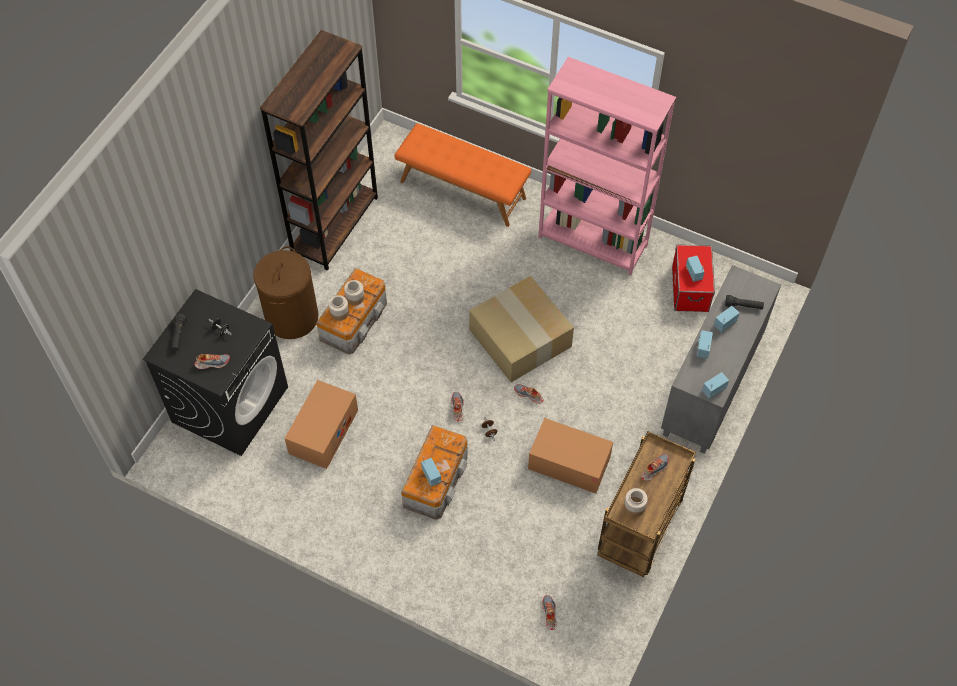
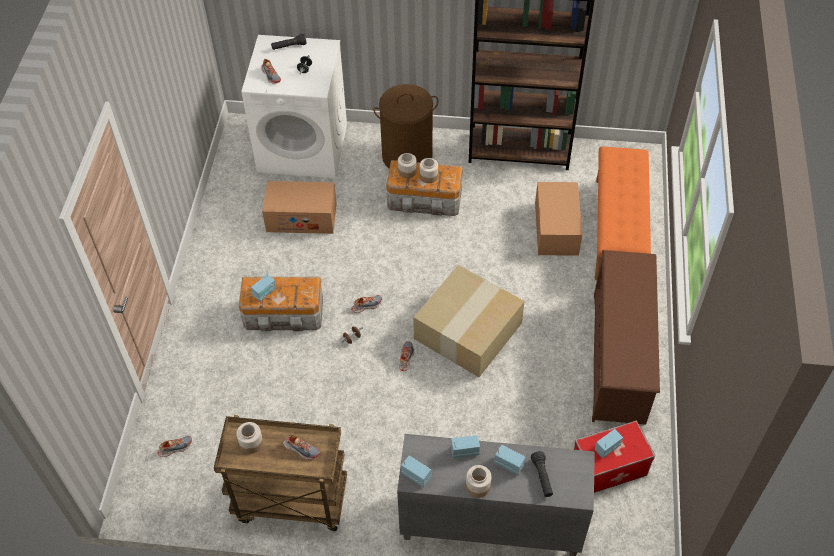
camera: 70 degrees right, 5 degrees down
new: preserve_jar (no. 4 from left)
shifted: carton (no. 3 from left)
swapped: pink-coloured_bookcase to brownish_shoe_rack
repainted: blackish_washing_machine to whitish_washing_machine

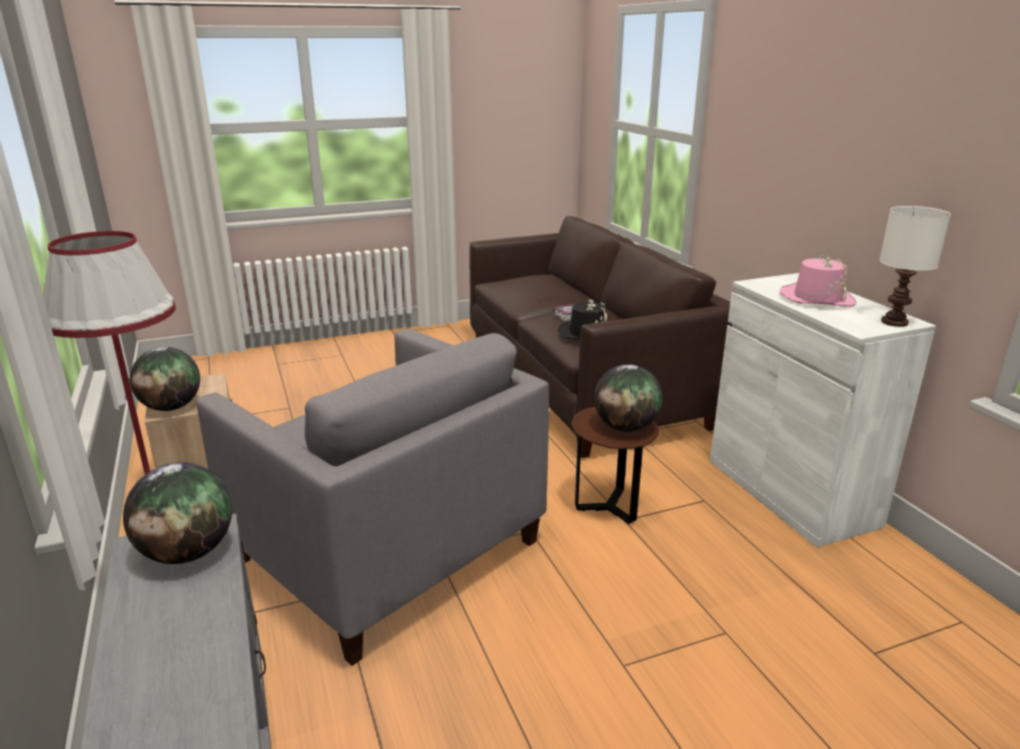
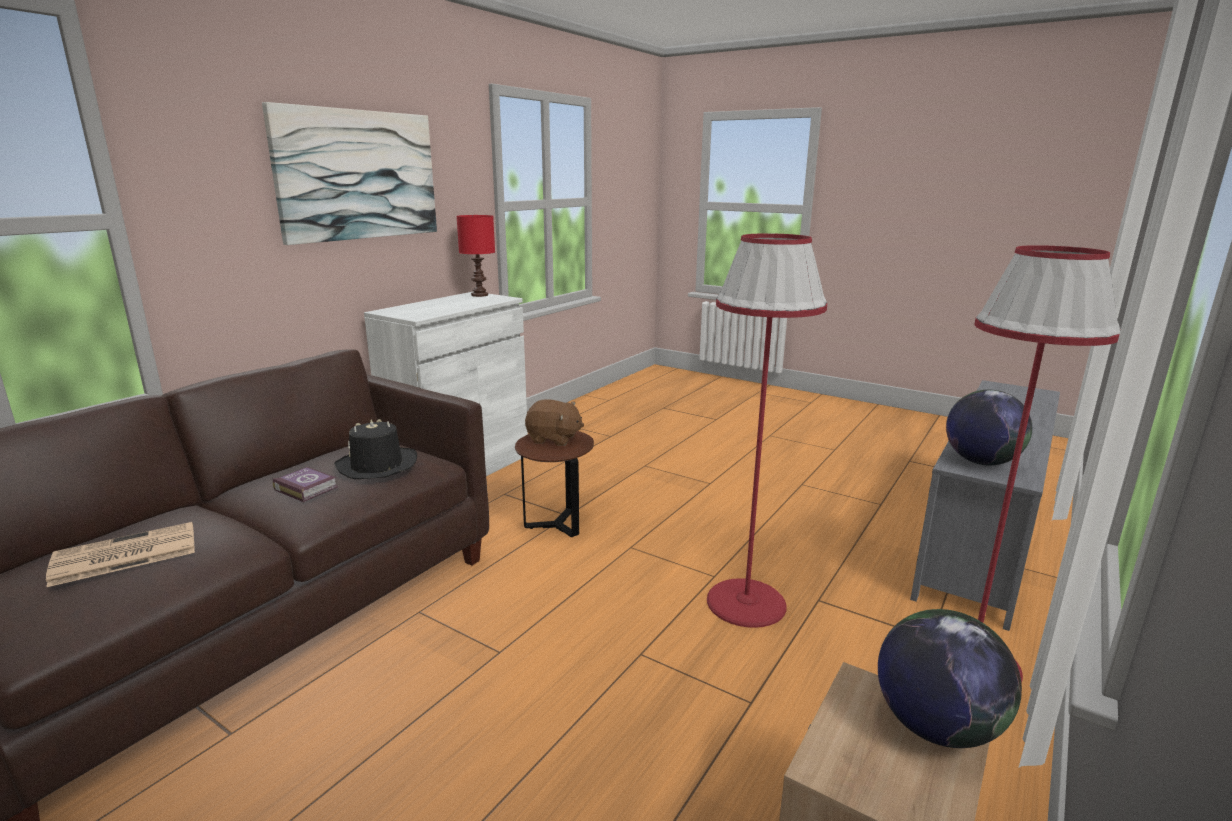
camera: 125 degrees left, 5 degrees down
gone: pink-coloured_wearable_hat
new: newspaper; wall_picture
swapped: globe (no. 3 from left) to brownish_plush_toy; greyish_lounge_chair to red_standard_lamp (no. 1 from left)
repainted: whitish_lamp_for_a_table to red_lamp_for_a_table

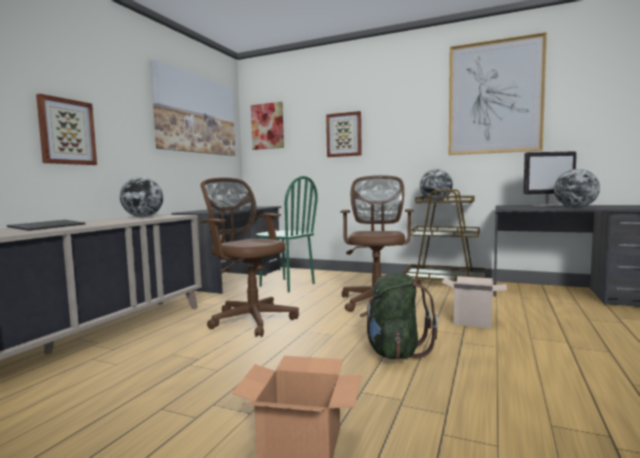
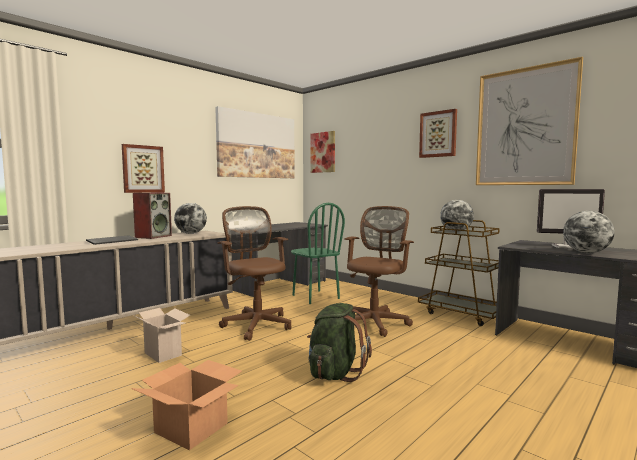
camera: 20 degrees right, 0 degrees up
new: speaker
shifted: carton (no. 2 from left in the first image) to carton (no. 1 from left); wall_picture (no. 4 from left)

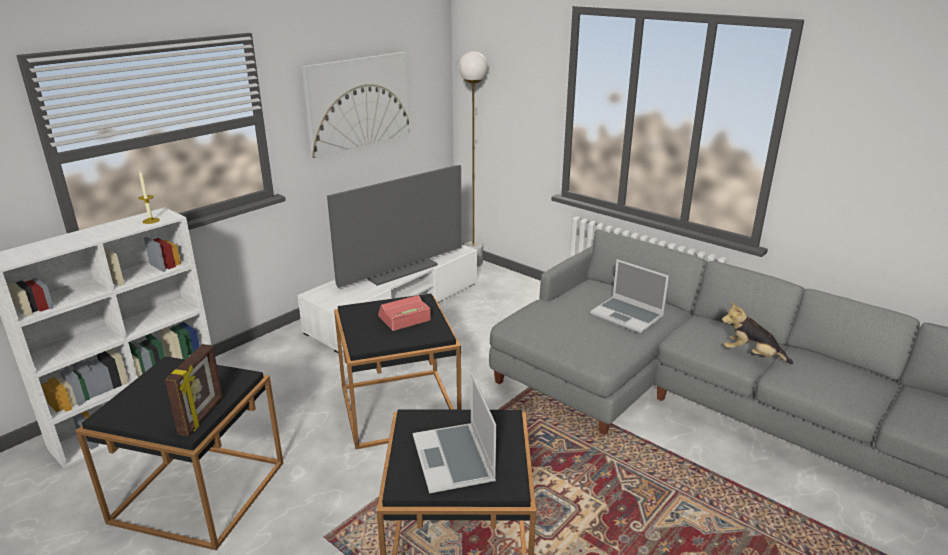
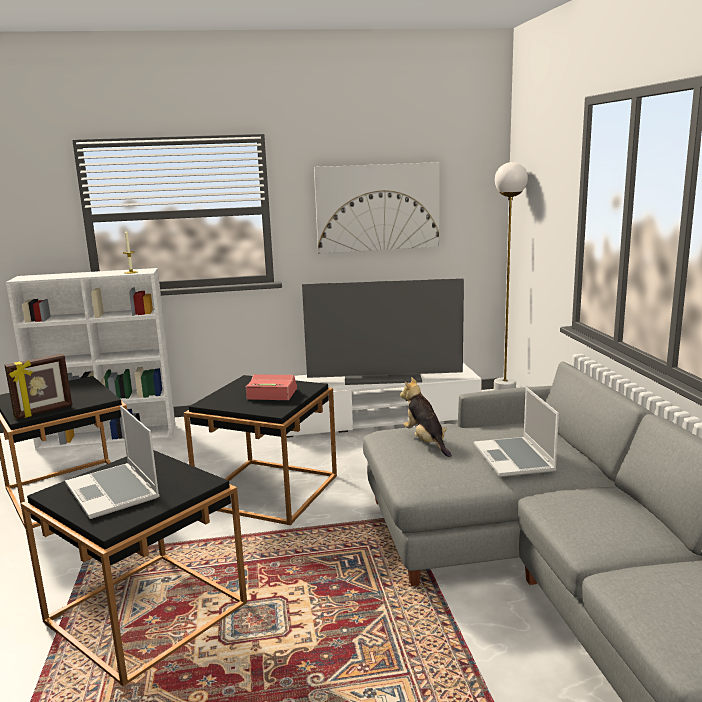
camera: 40 degrees right, 10 degrees down
shifted: plush_toy
rotated: laptop (no. 1 from left) 60 degrees counterclockwise

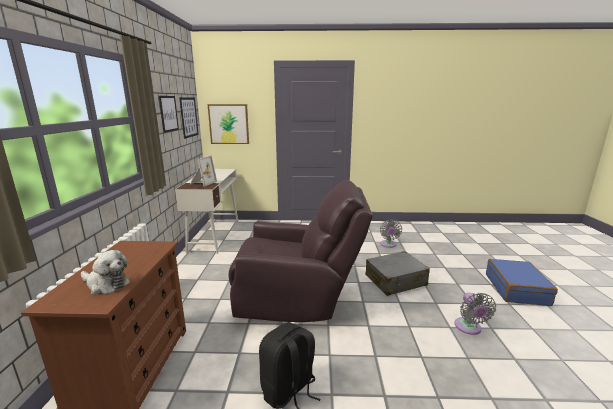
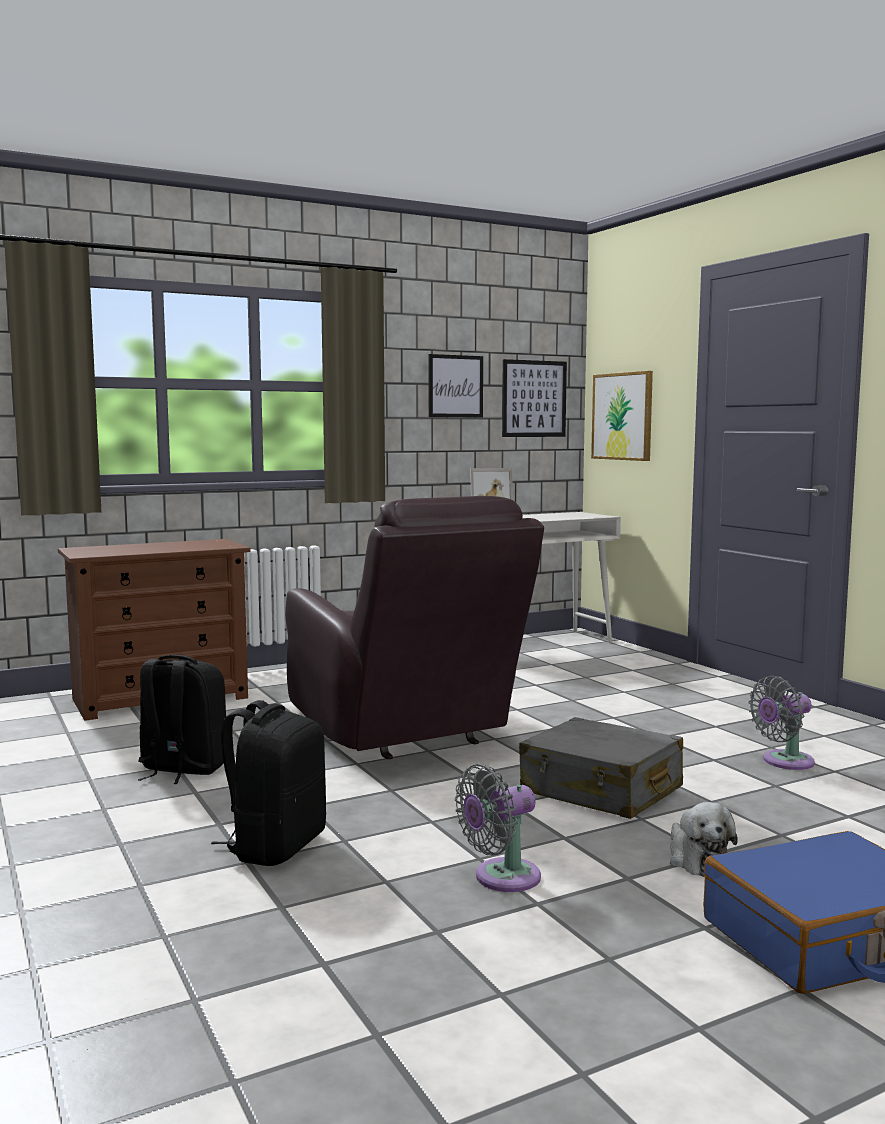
camera: 60 degrees right, 10 degrees down
new: blackish_backpack (no. 2 from left)
shifted: plush_toy

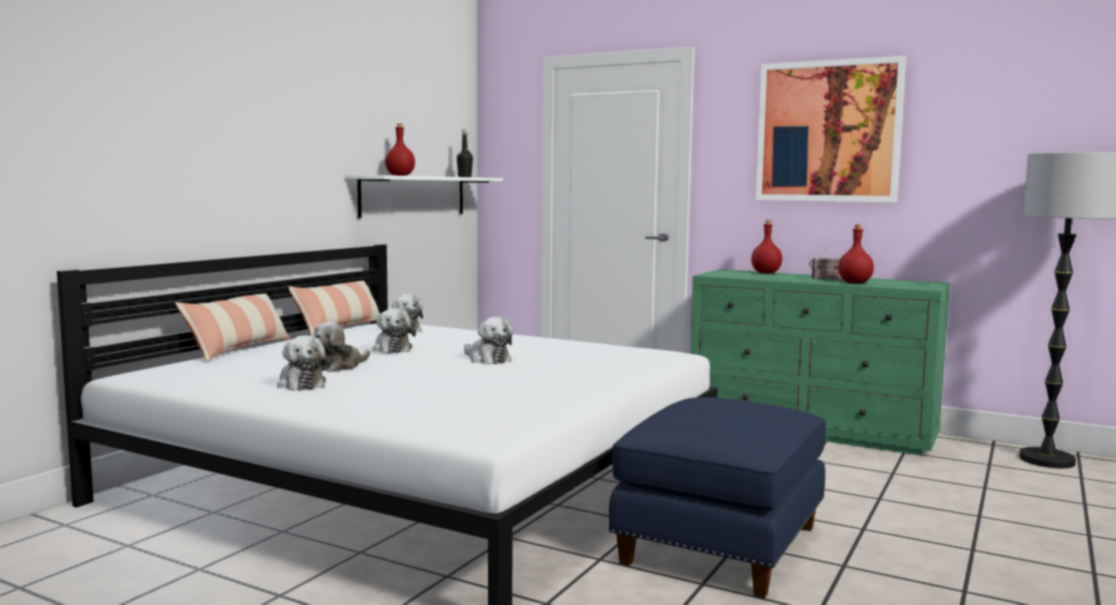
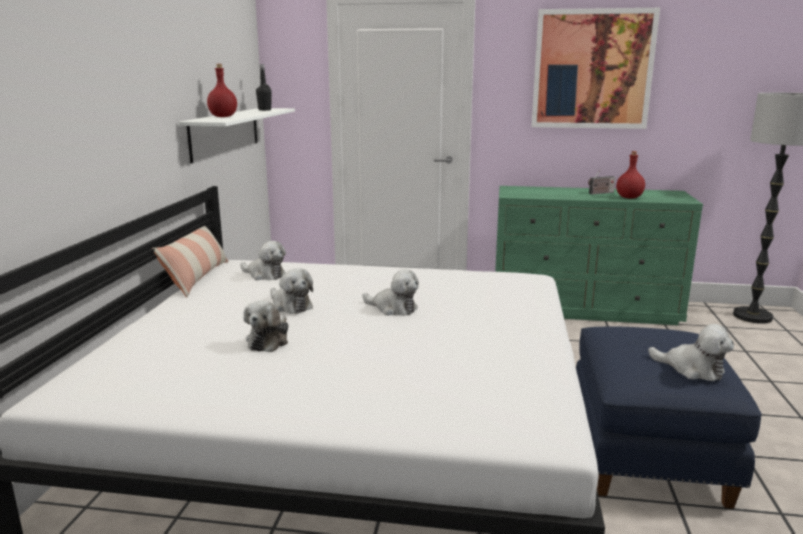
camera: 20 degrees left, 10 degrees up
gone: pillow (no. 1 from left); red_beverage_bottle (no. 2 from left)
shifted: plush_toy (no. 1 from left in the first image) to plush_toy (no. 5 from left)

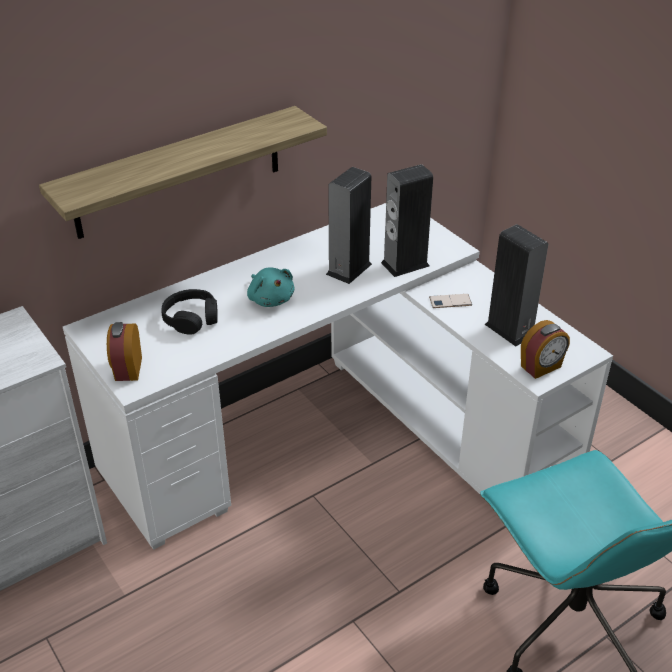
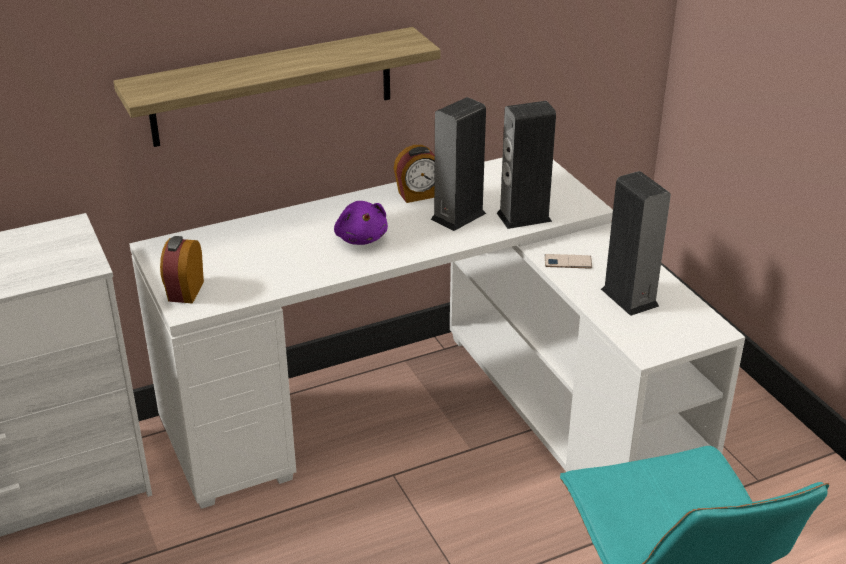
camera: 10 degrees right, 5 degrees down
gone: blackish_pair_of_headphones
shifted: table_clock (no. 2 from left)
repainted: turquoise-coloured_plush_toy to purple-coloured_plush_toy

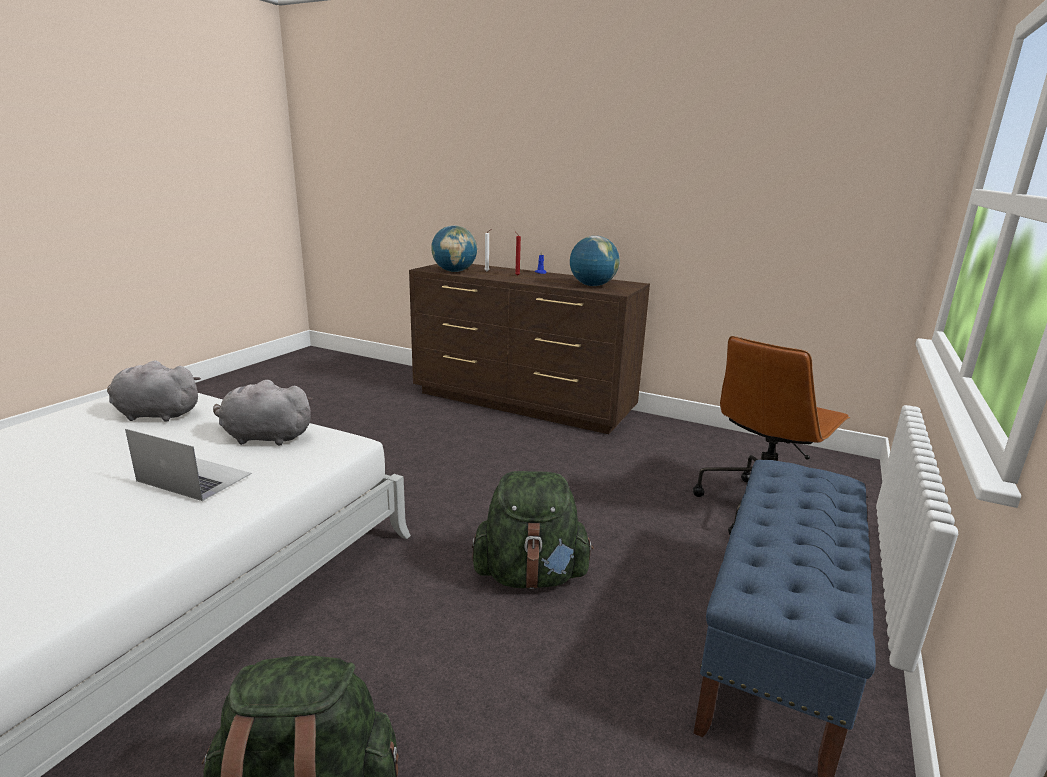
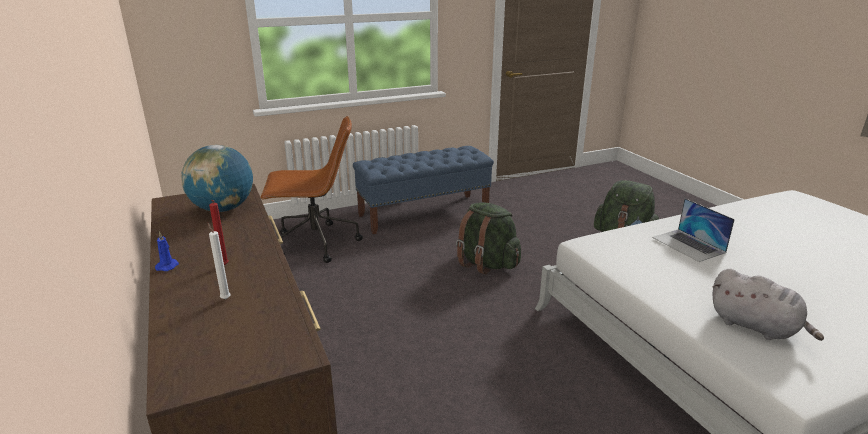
camera: 140 degrees left, 5 degrees up
gone: greyish_plush_toy (no. 2 from left); globe (no. 1 from left)

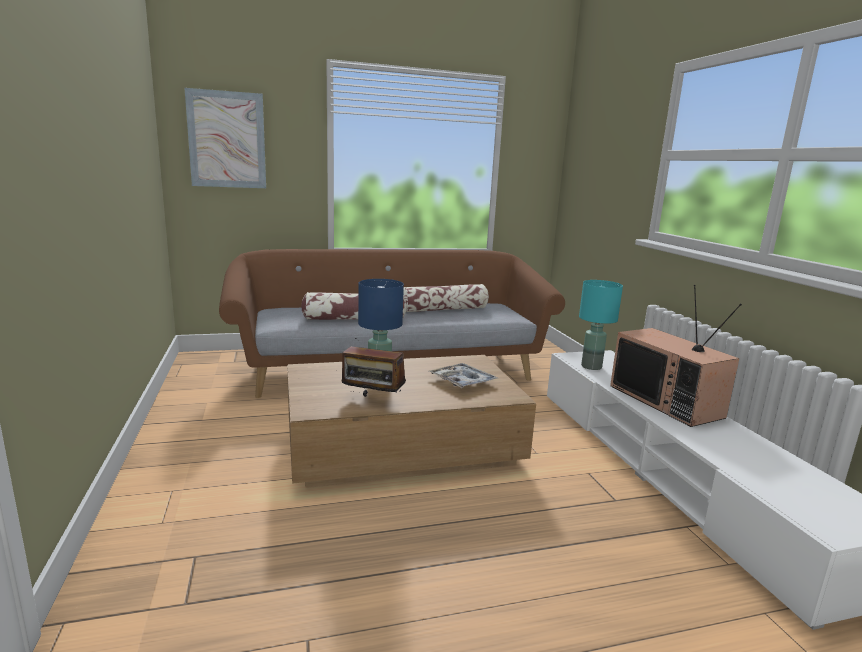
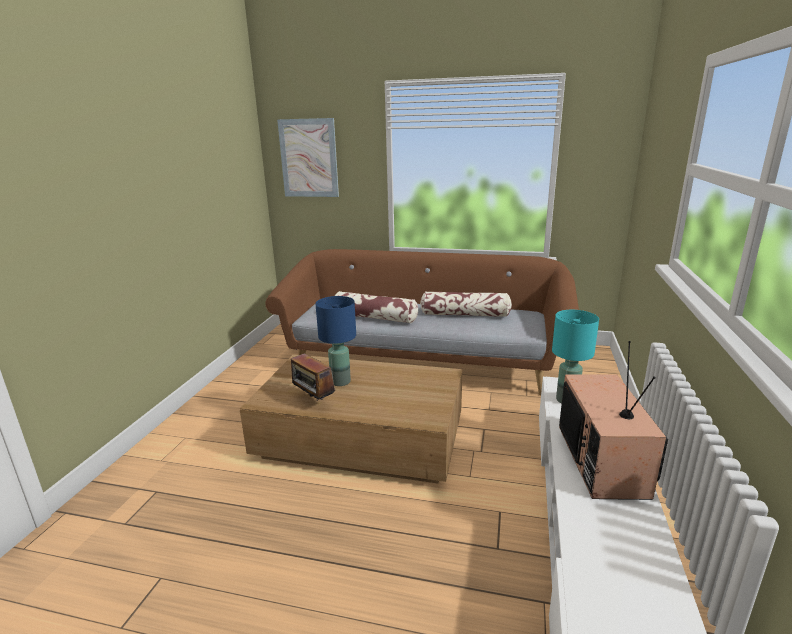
camera: 30 degrees right, 5 degrees up
gone: carrying_tray

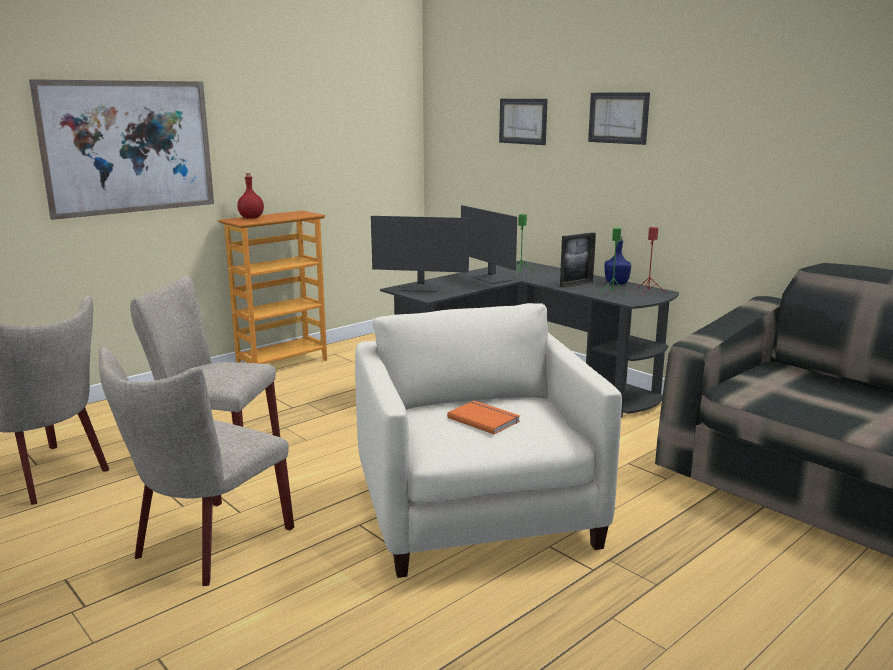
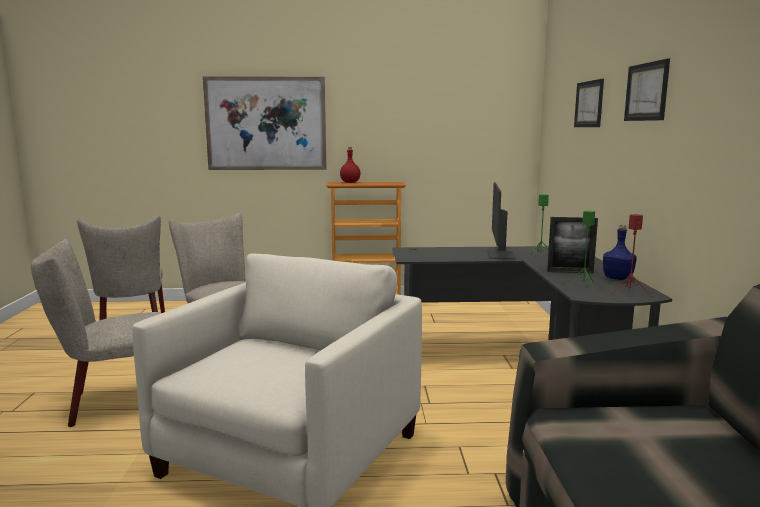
camera: 40 degrees right, 5 degrees down
gone: computer_display (no. 1 from left); orangey_bound_book

